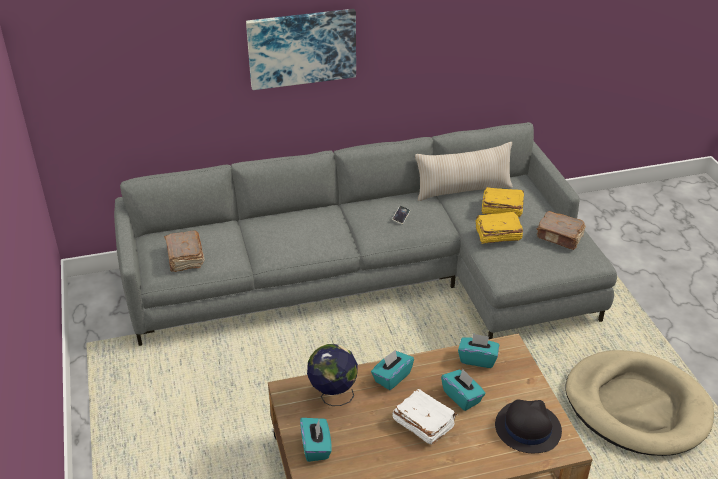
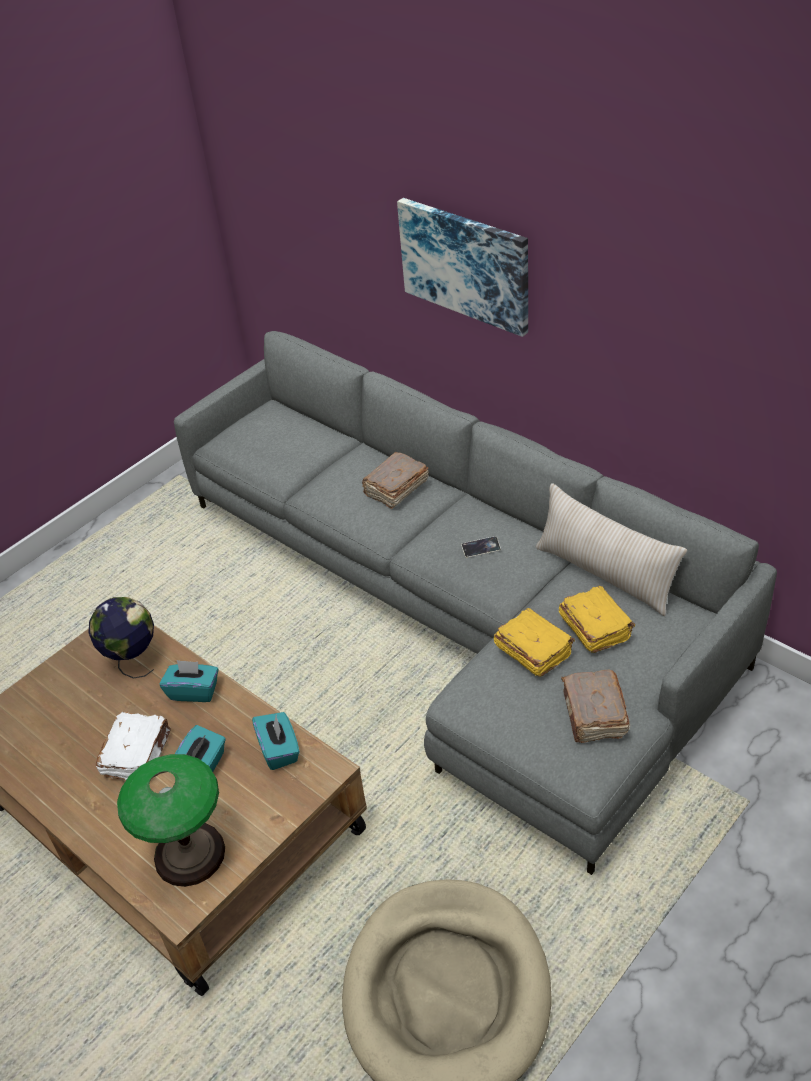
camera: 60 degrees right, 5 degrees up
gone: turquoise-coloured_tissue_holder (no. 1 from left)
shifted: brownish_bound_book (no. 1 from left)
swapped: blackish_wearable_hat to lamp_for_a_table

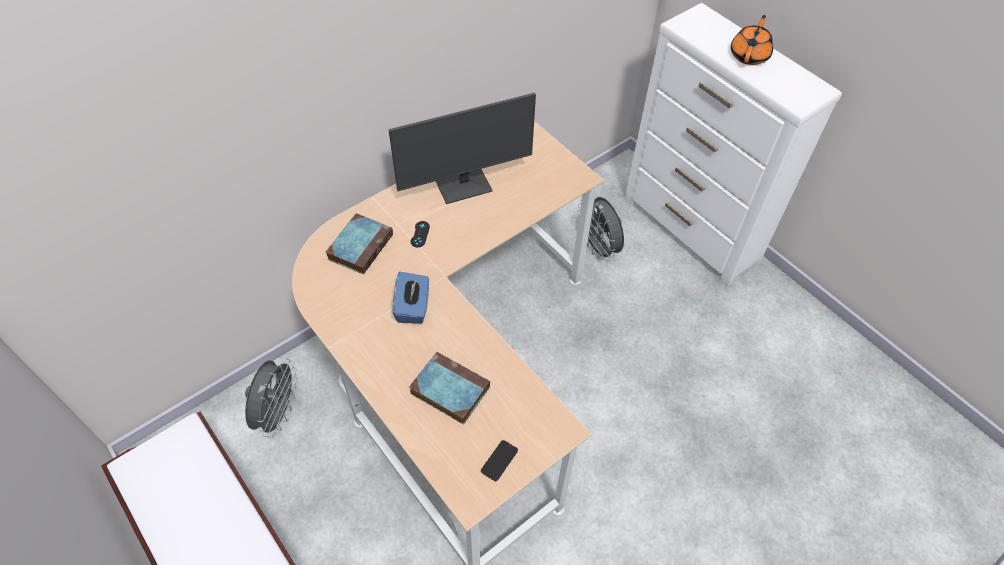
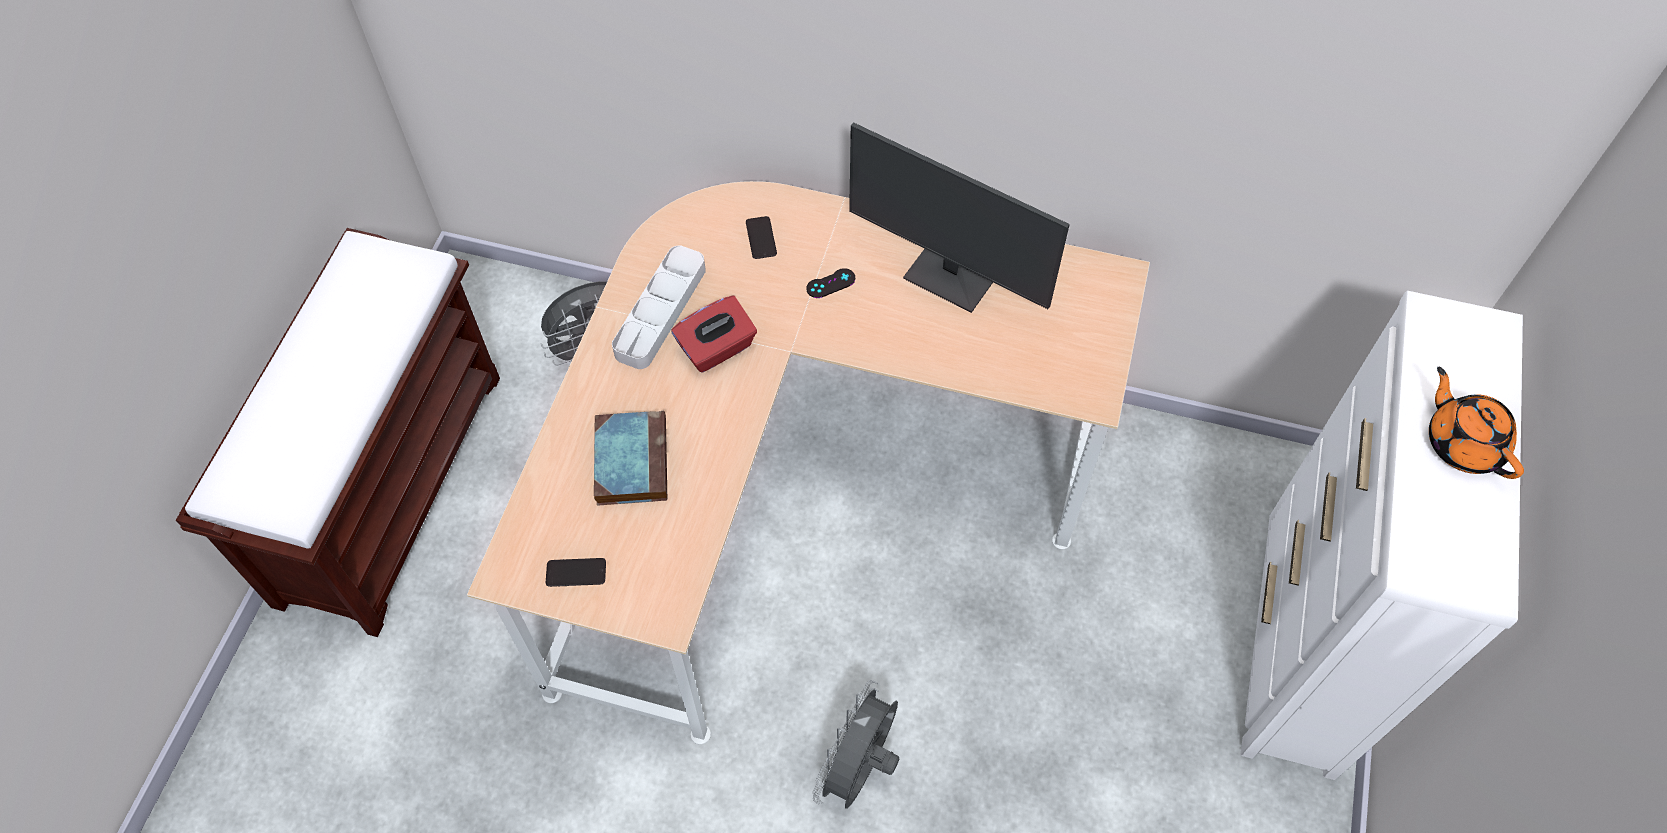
camera: 55 degrees right, 5 degrees up
new: greyish_carrying_tray
shifted: greyish_fan (no. 2 from left)
swapped: bound_book (no. 1 from left) to handset (no. 2 from left)
repainted: bluish_tissue_holder to red_tissue_holder
rotated: orangey_tea_pot 105 degrees counterclockwise

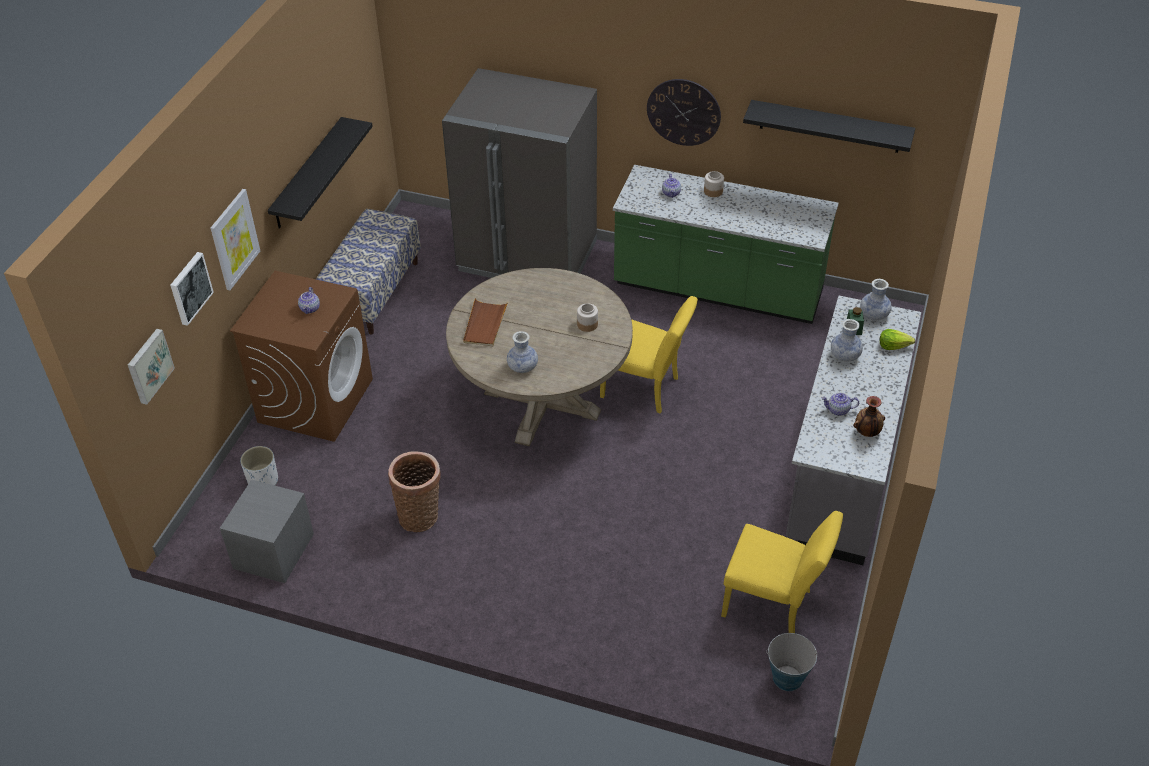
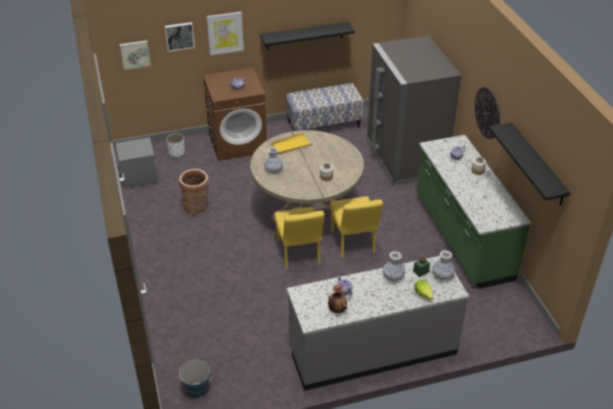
camera: 55 degrees right, 5 degrees down
shifted: yellow_chair (no. 2 from left in the first image) to yellow_chair (no. 1 from left)
repainted: brownish_carrying_tray to yellow_carrying_tray

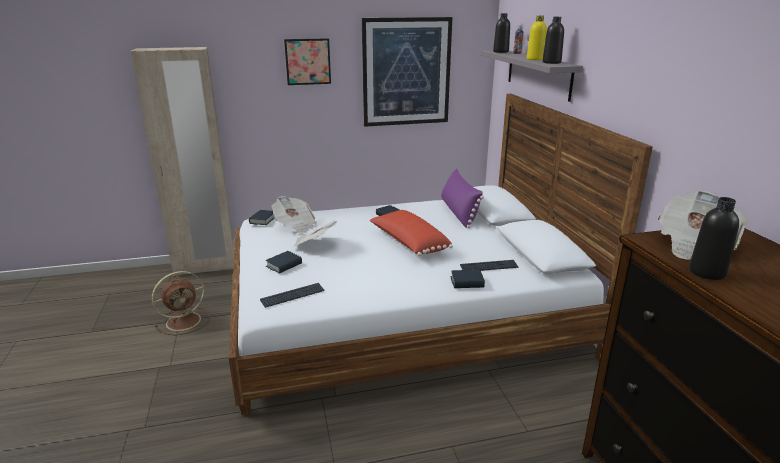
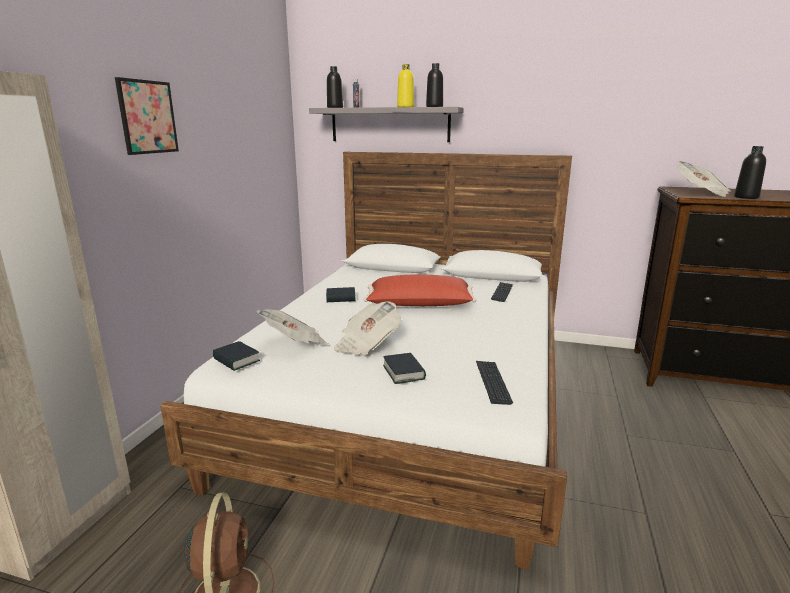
camera: 60 degrees left, 5 degrees down
gone: wall_picture (no. 2 from left); purple-coloured_pillow; bound_book (no. 4 from left)

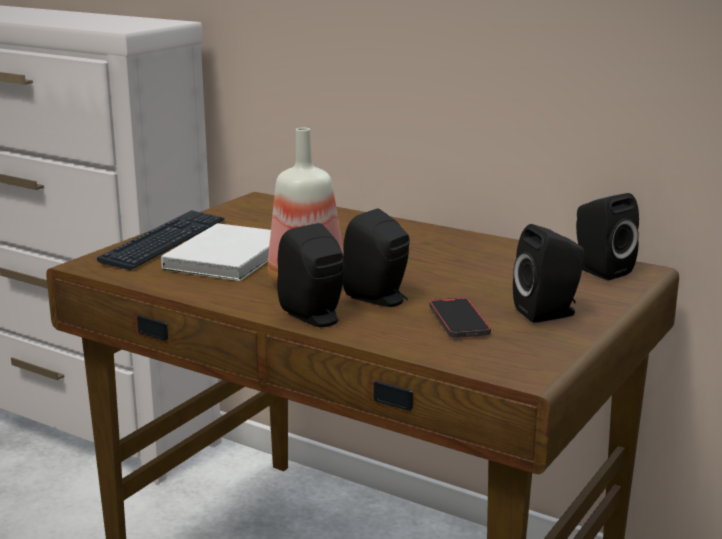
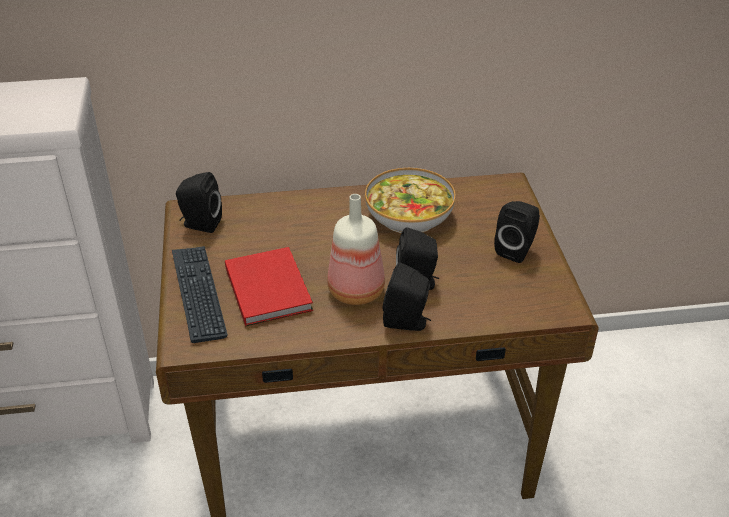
camera: 40 degrees left, 20 degrees up
gone: handset
new: deep_dish
shifted: blackish_speaker (no. 4 from left in the first image) to blackish_speaker (no. 1 from left)
repainted: whitish_bound_book to red_bound_book

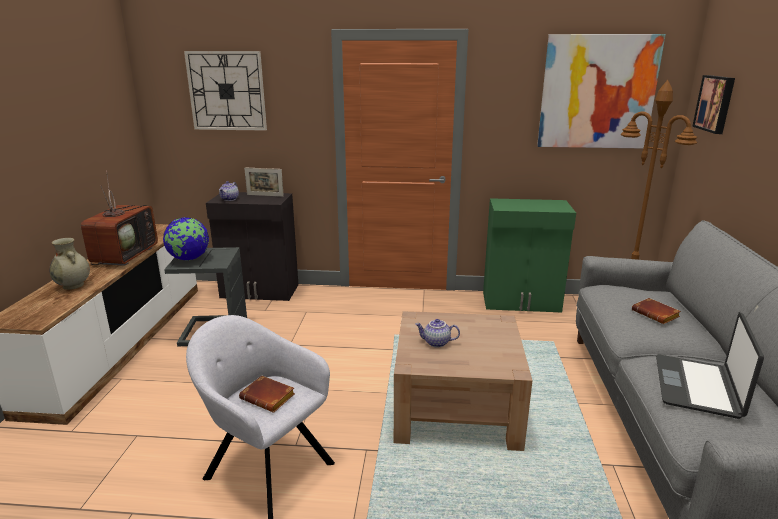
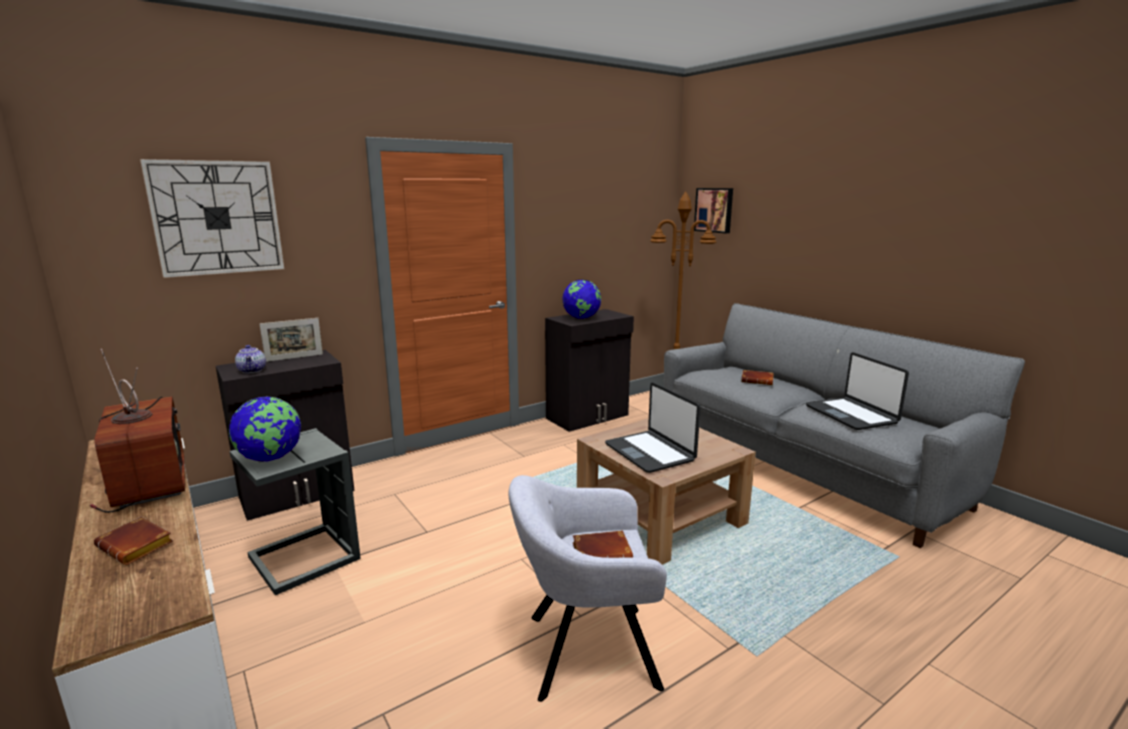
camera: 40 degrees left, 5 degrees down
gone: wall_picture (no. 1 from left)
new: globe (no. 2 from left)
swapped: sand-coloured_vase to brownish_bound_book (no. 1 from left); tea_pot (no. 2 from left) to laptop (no. 1 from left)
repainted: greenish_cupboard to blackish_cupboard (no. 2 from left)

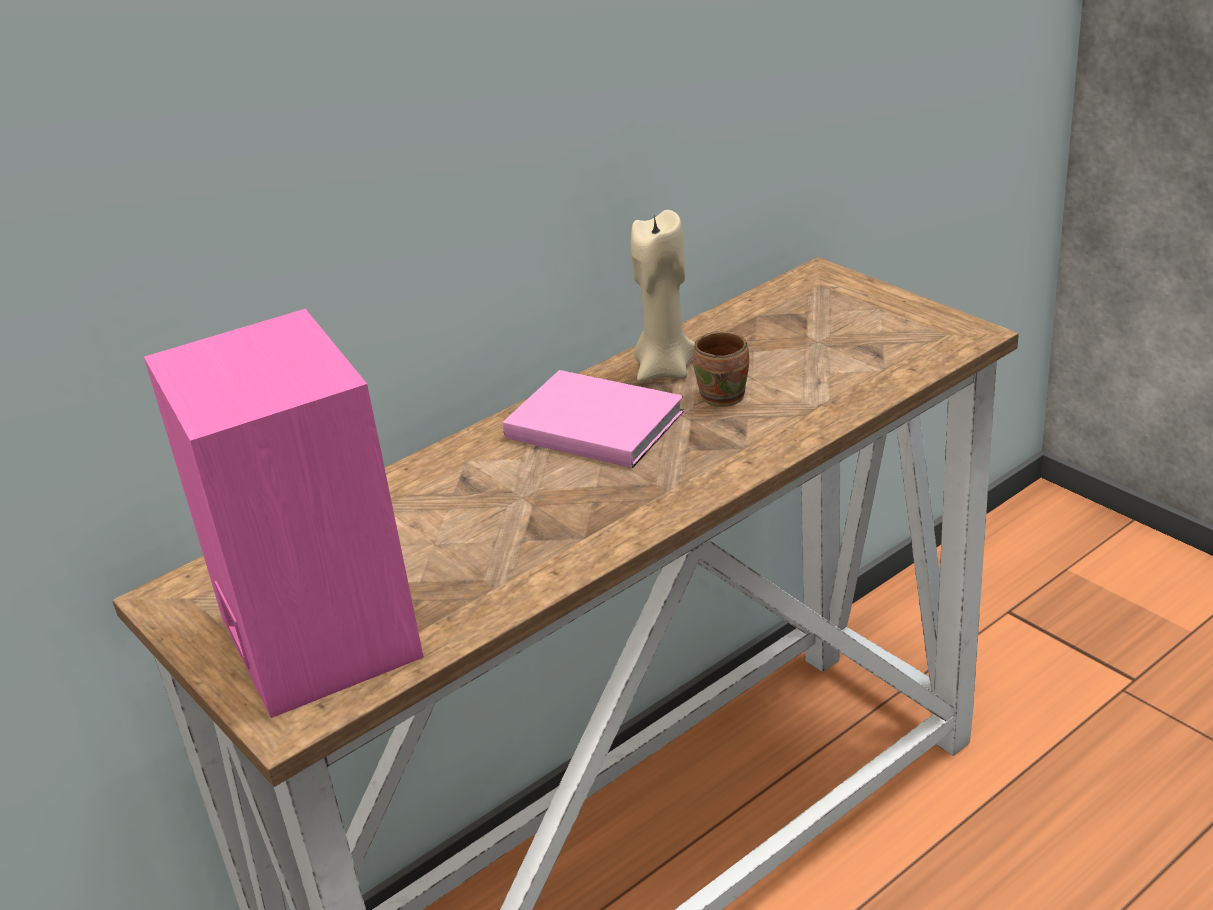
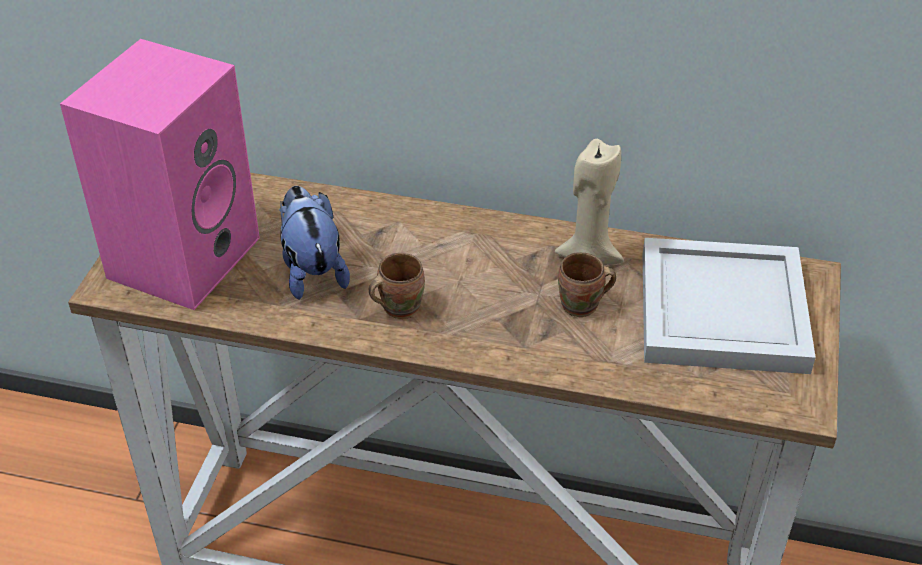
camera: 50 degrees right, 10 degrees up
gone: pink-coloured_bound_book
new: plush_toy; brownish_tea_mug (no. 1 from left); whitish_carrying_tray

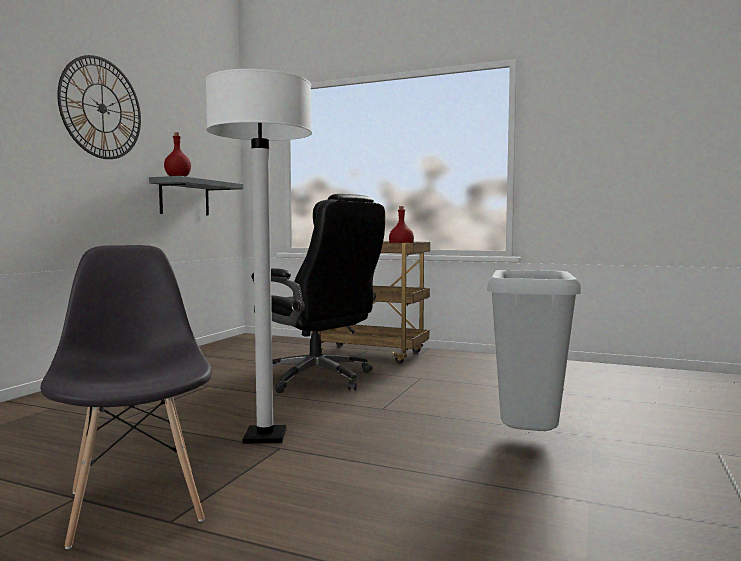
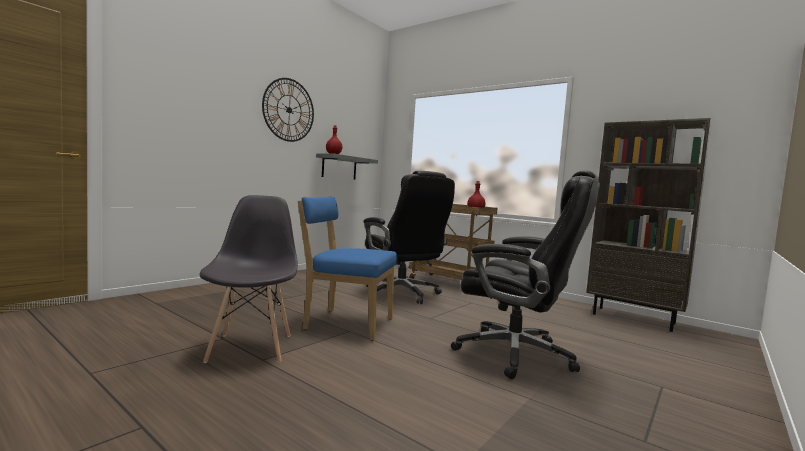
camera: 15 degrees right, 0 degrees up
new: brownish_bookcase
swapped: whitish_standard_lamp to bluish_chair; greyish_trash_can to blackish_desk_chair (no. 2 from left)

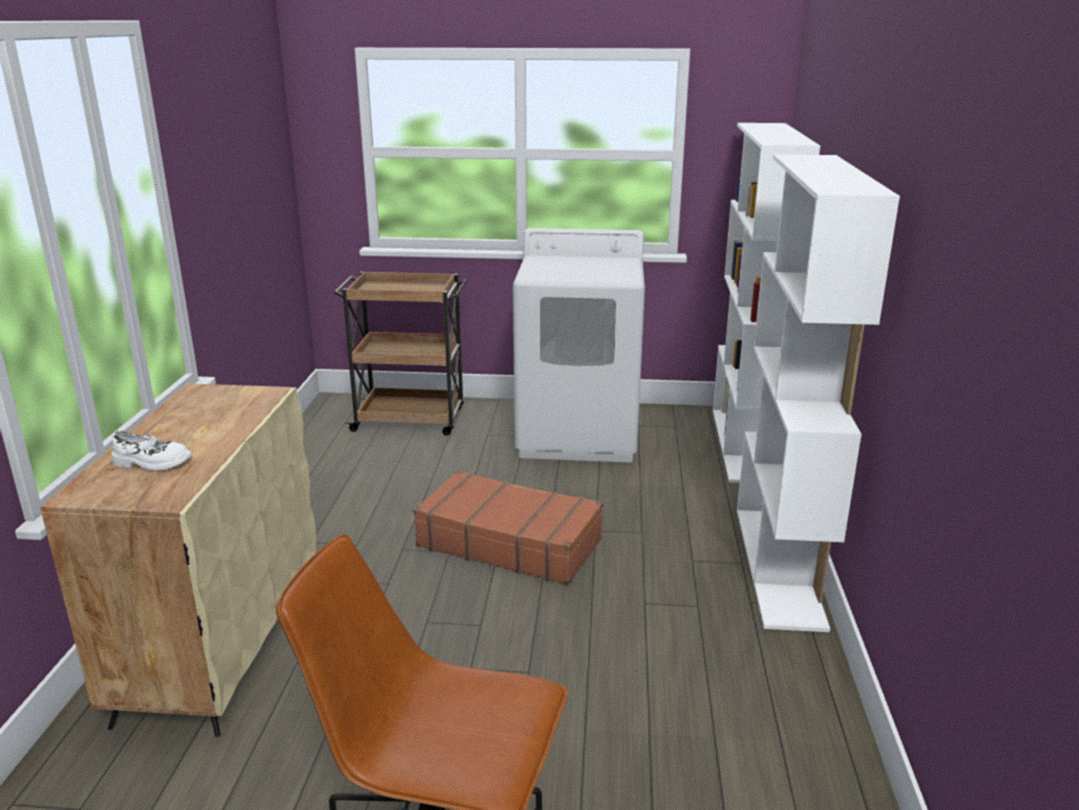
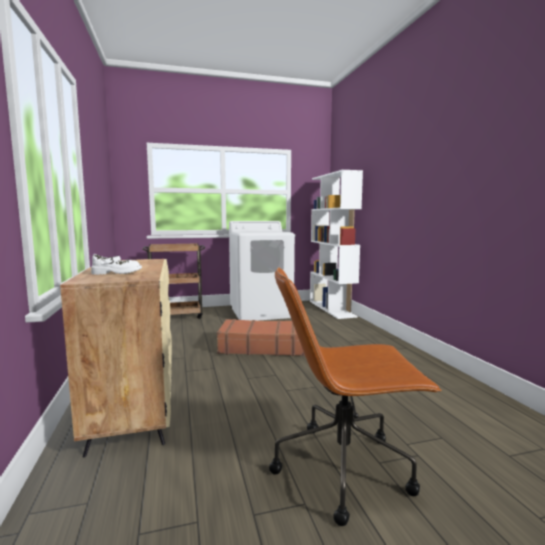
camera: 20 degrees left, 15 degrees down
gone: whitish_bookcase (no. 2 from left)

